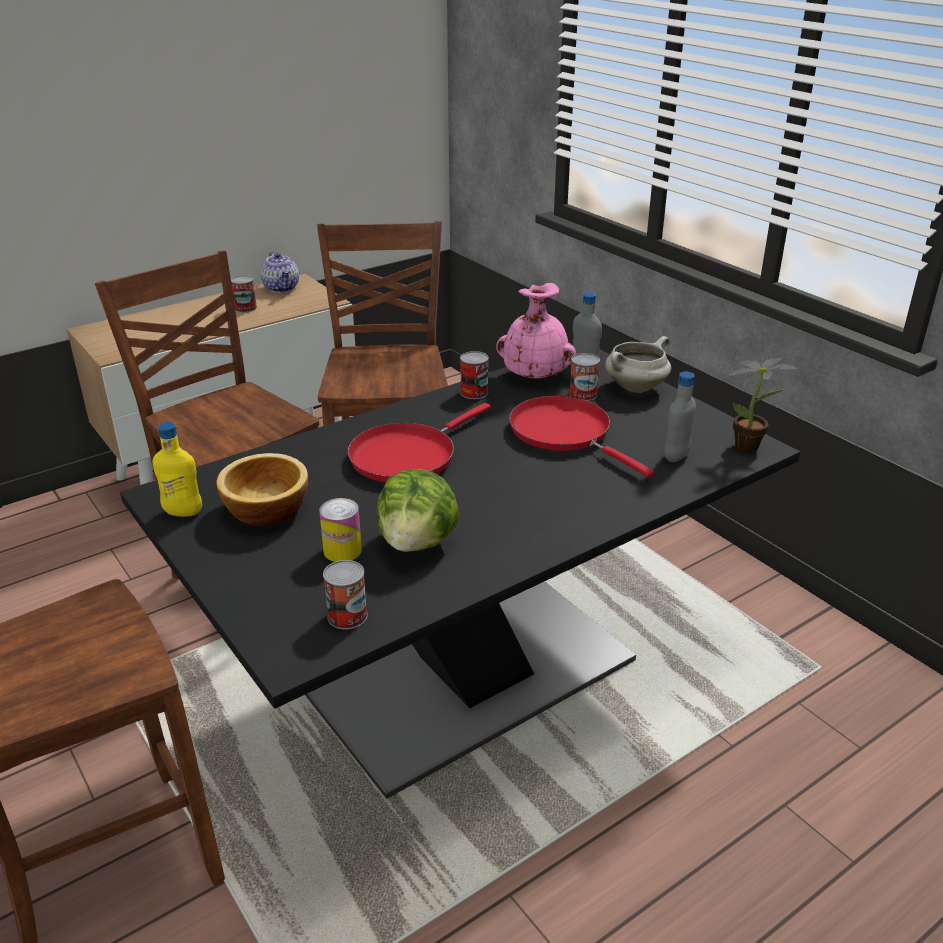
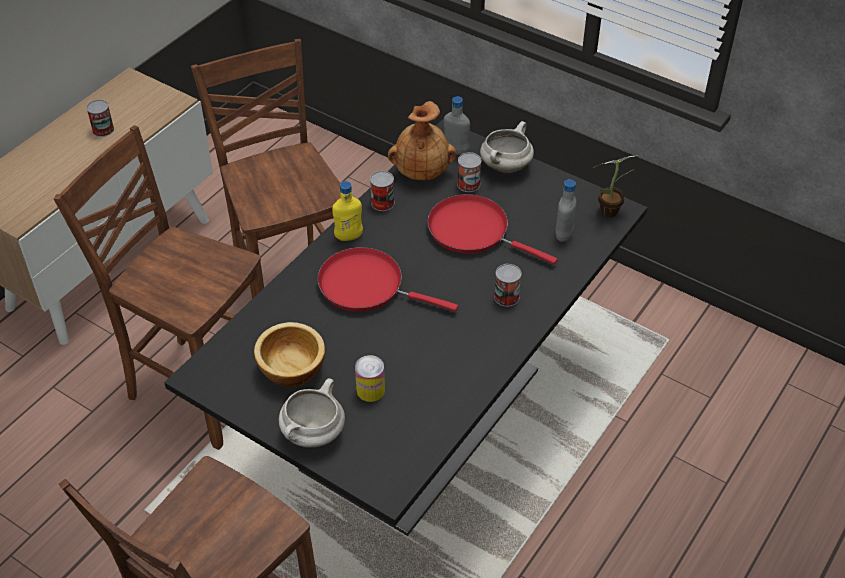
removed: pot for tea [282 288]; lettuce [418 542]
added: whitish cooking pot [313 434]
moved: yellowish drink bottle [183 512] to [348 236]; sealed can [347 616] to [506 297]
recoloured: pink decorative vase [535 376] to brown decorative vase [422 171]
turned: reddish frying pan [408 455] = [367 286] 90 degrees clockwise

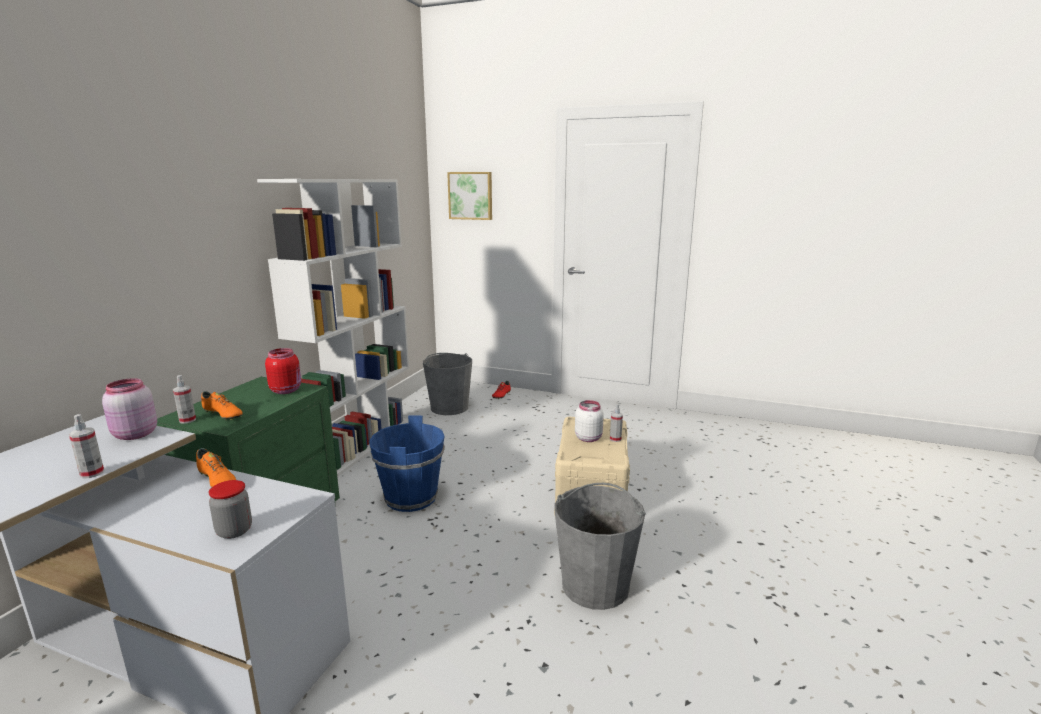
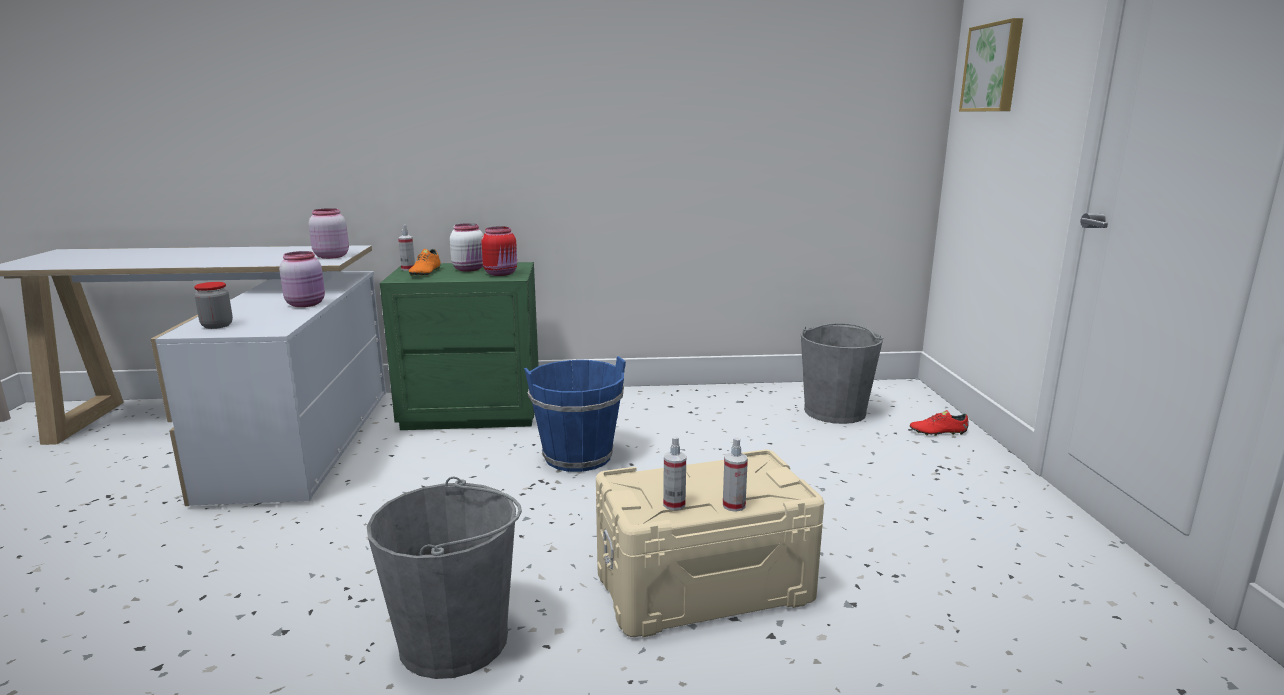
removed: whitish shelving unit [359 444]
moved: whitish preserve jar [588 438] to [470 269]; sprayer [92 473] to [674 504]
replaced: orange shoe [217 481] to pink preserve jar [307 304]

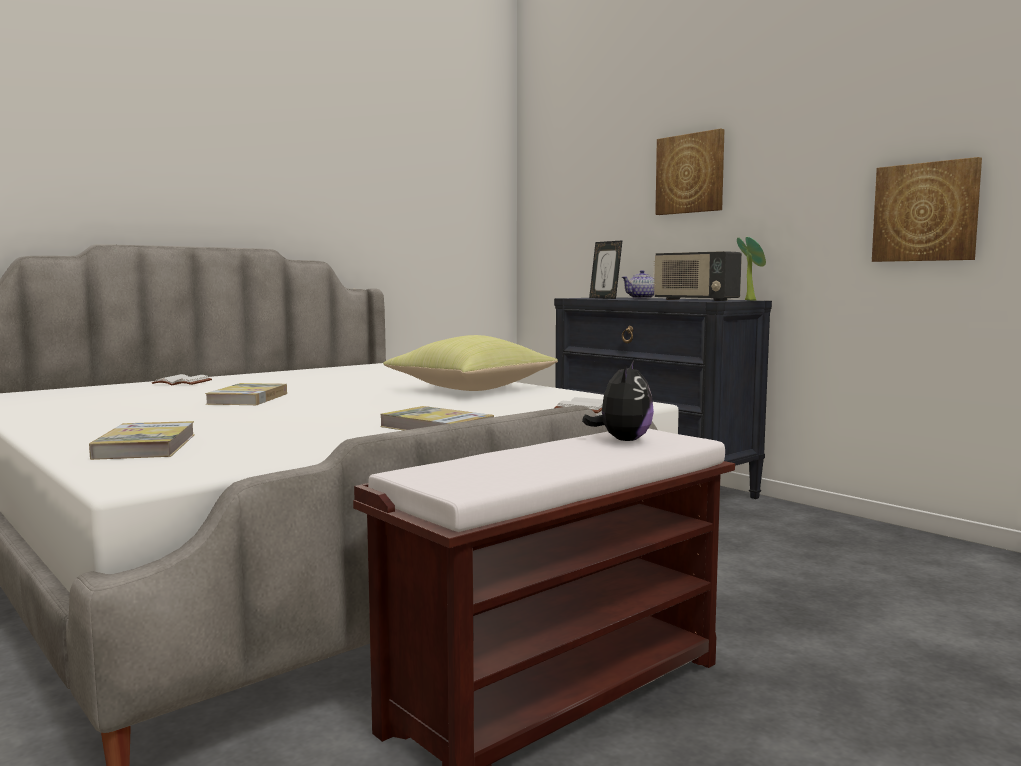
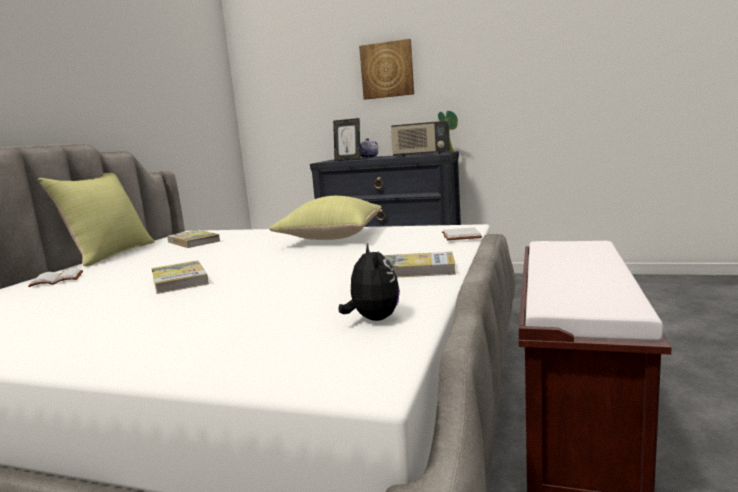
removed: picture [925 212]
added: yellowish cushion [110 254]
moved: plush toy [622 440] to [373 319]; volume [146 446] to [194 241]

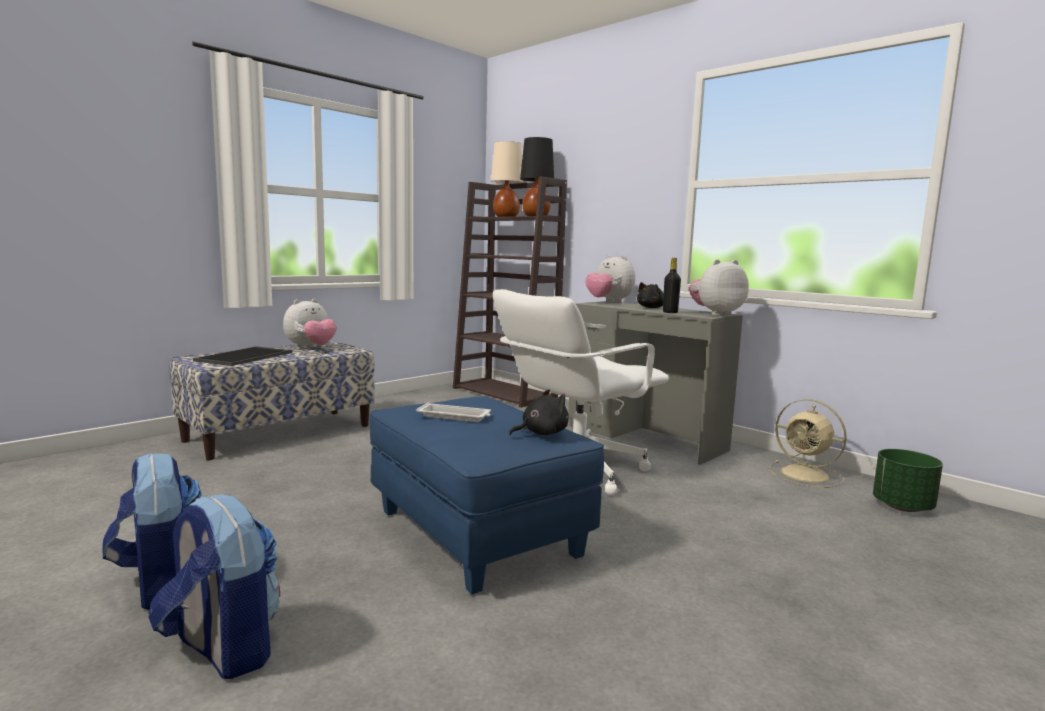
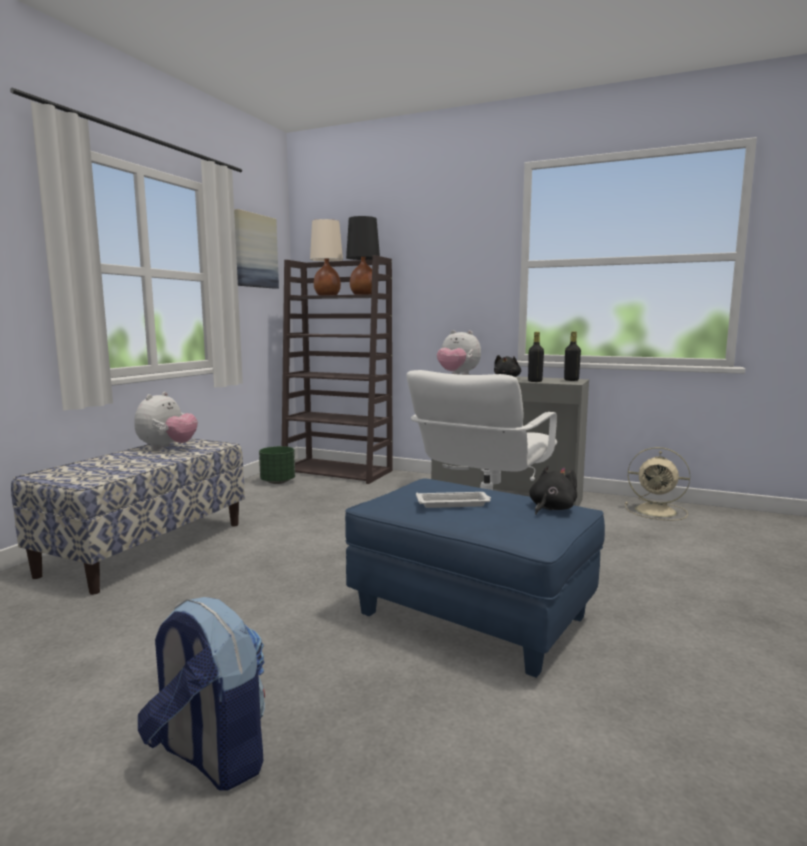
removed: carrying tray [245 357]; rucksack [222 649]
added: picture [255 251]
moved: green planter [902 506] to [277 482]
replaced: plush toy [716 314] to black-coloured drink bottle [571 380]

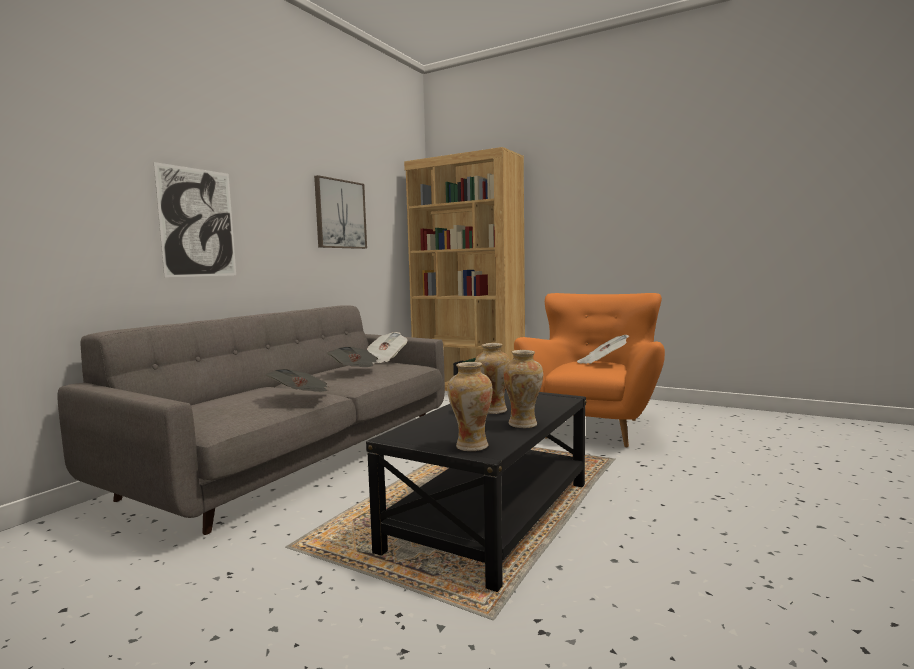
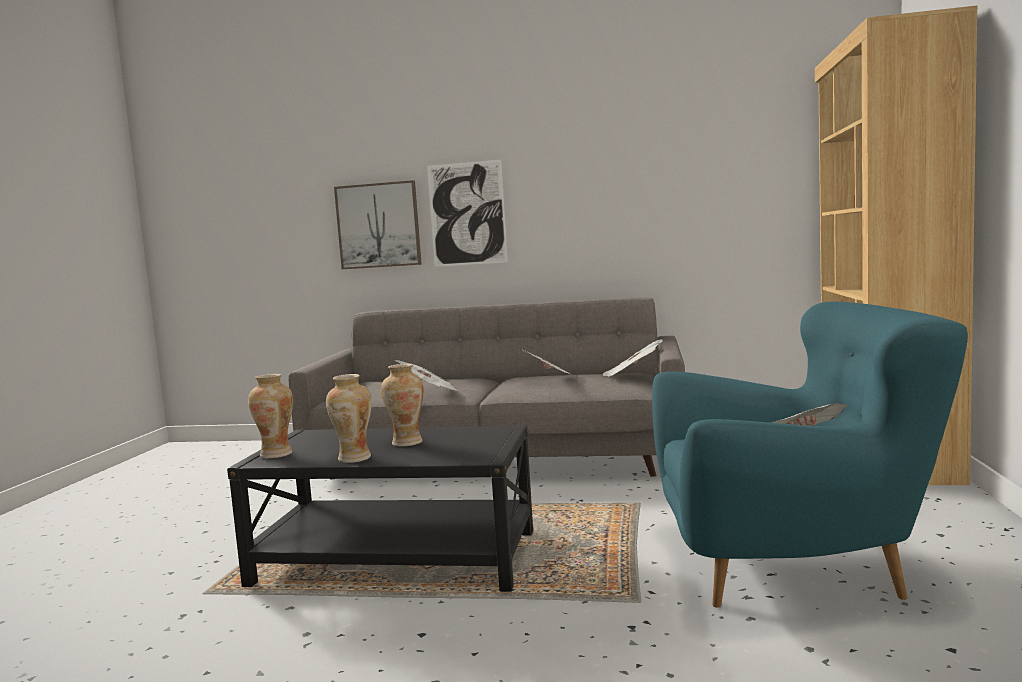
moved: picture [340 214] to [378 225]
recoloured: orange easy chair [594 427] to turquoise-coloured easy chair [793 569]

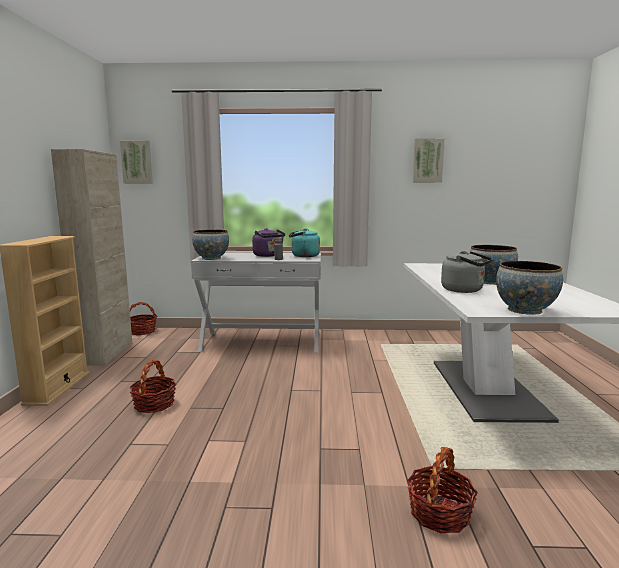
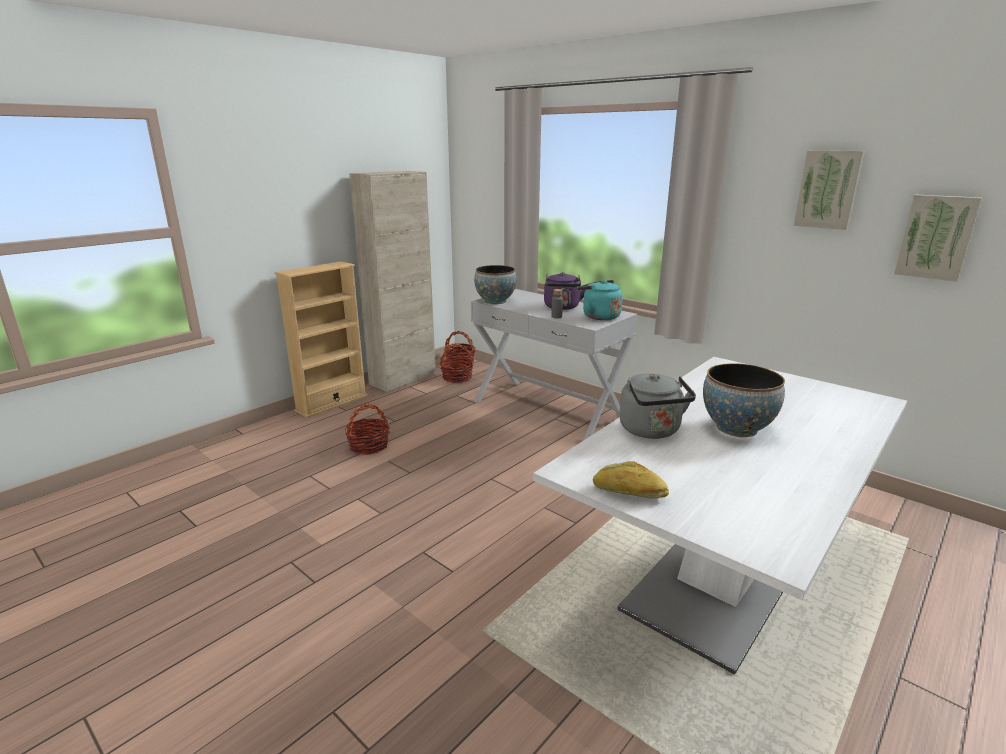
moved: picture [137 162] to [936 237]; storage basket [439 513] to [457 377]
replaced: deep dish [525 310] to baked bread [629 492]

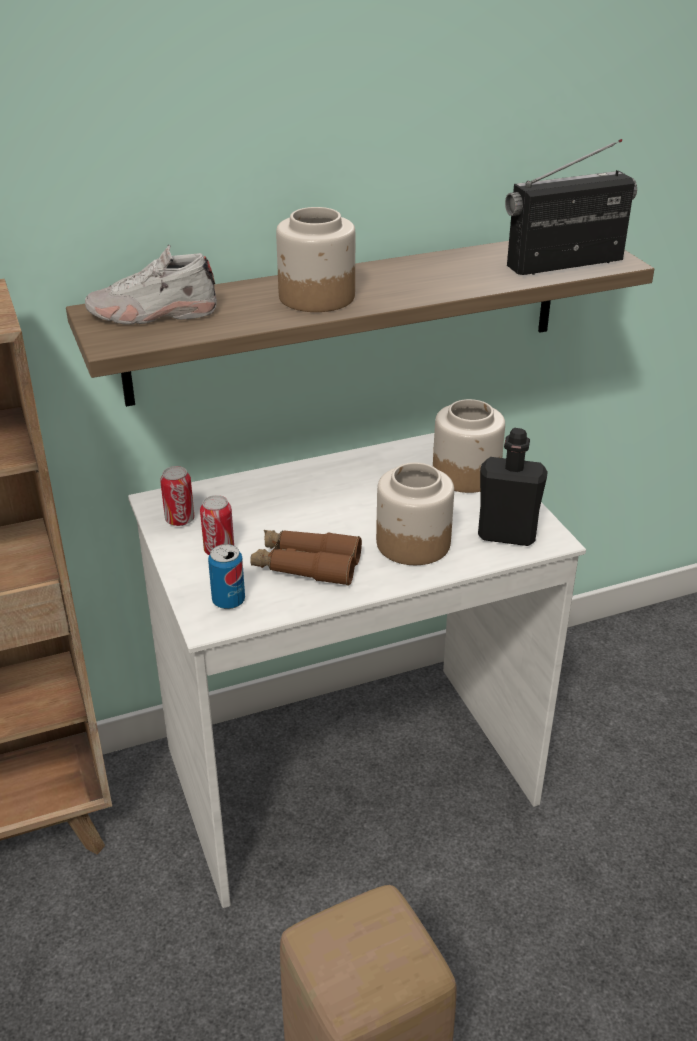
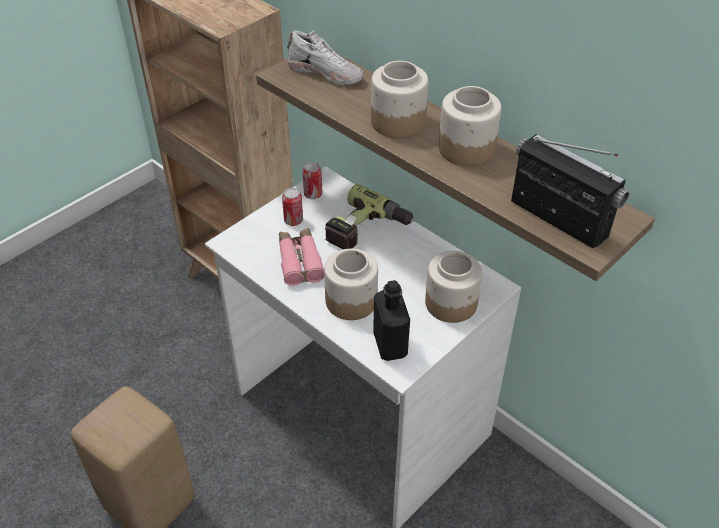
removed: sealed can [228 601]
added: preserve jar [467 148]; drill [367 230]
recoloured: brown field glasses [306 566] to pink field glasses [299 261]
turned: whitish shoe [152 314] = [326 73] 150 degrees clockwise

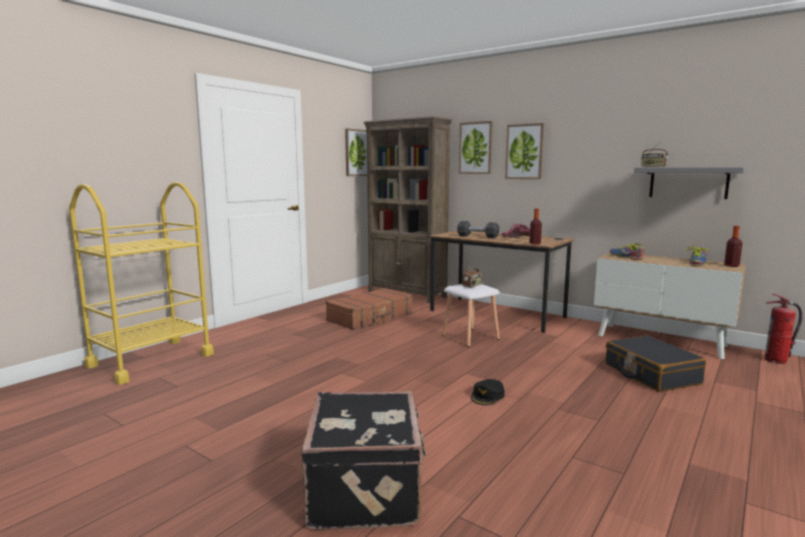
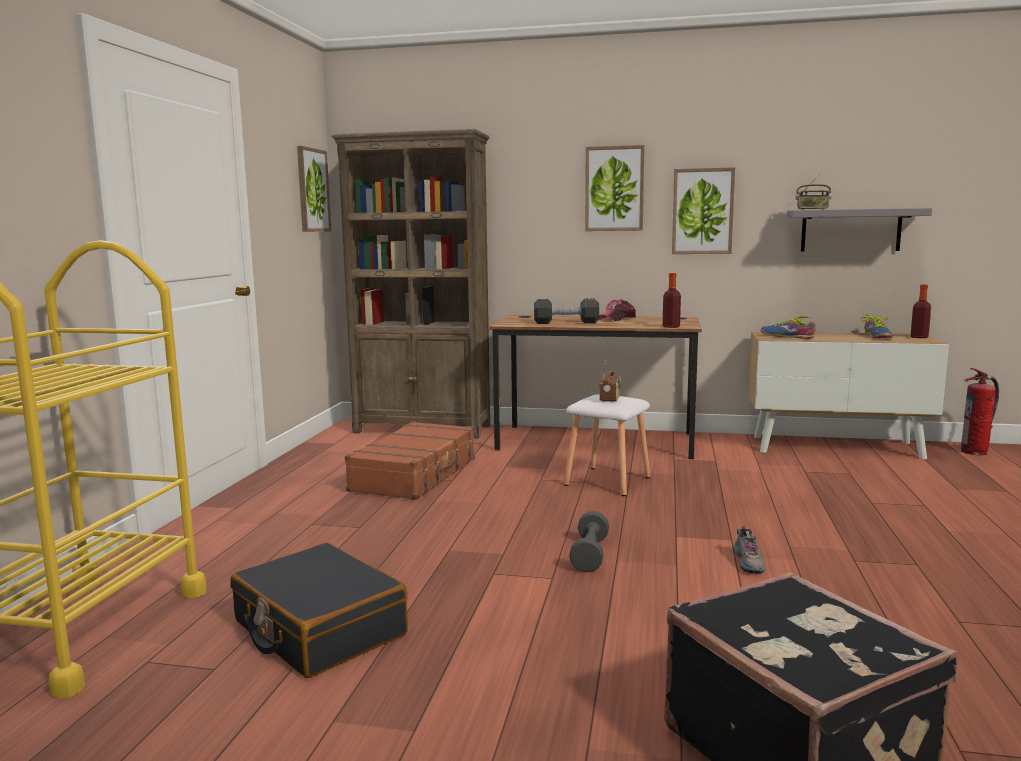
added: greyish free weight [590 555]
moved: picture [476 148] to [702 211]; black-coloured travel case [651 374] to [318 629]
replaced: black-coloured baseball cap [487 396] to shoe [750 563]

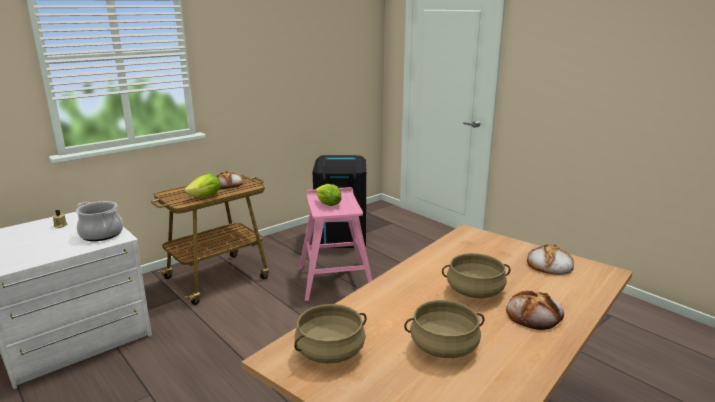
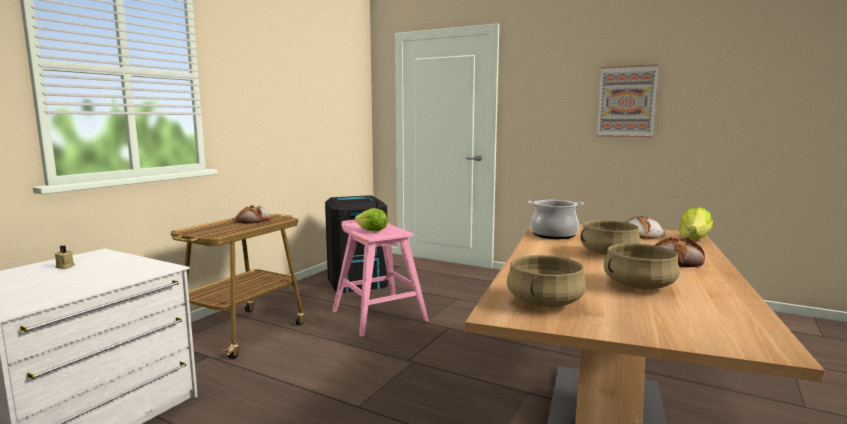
added: picture [626 101]
moved: lettuce [205 197] to [694 239]; cooking pot [102 234] to [554 235]

